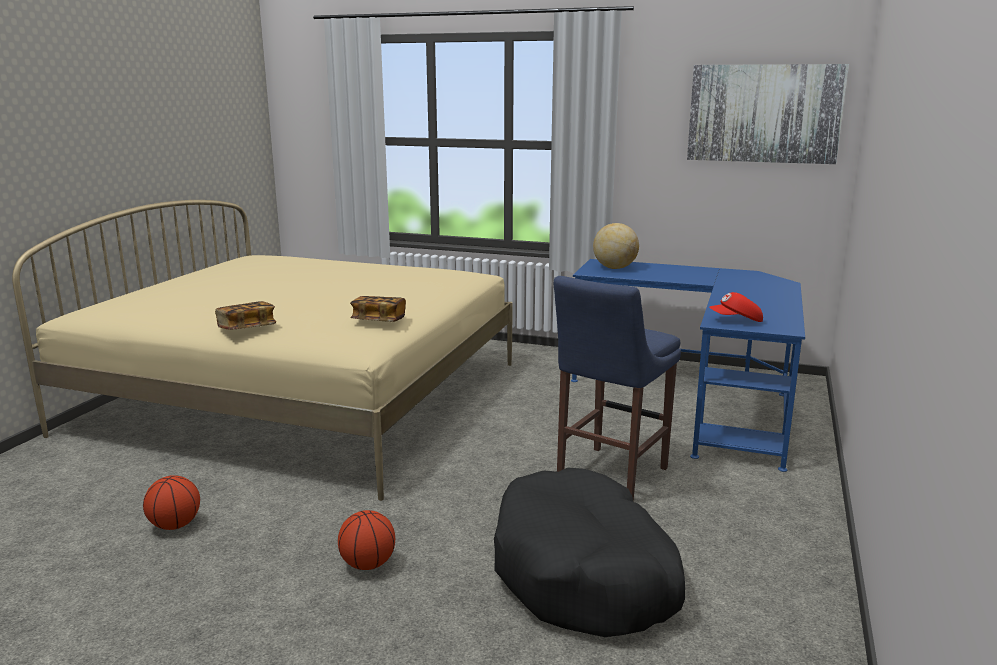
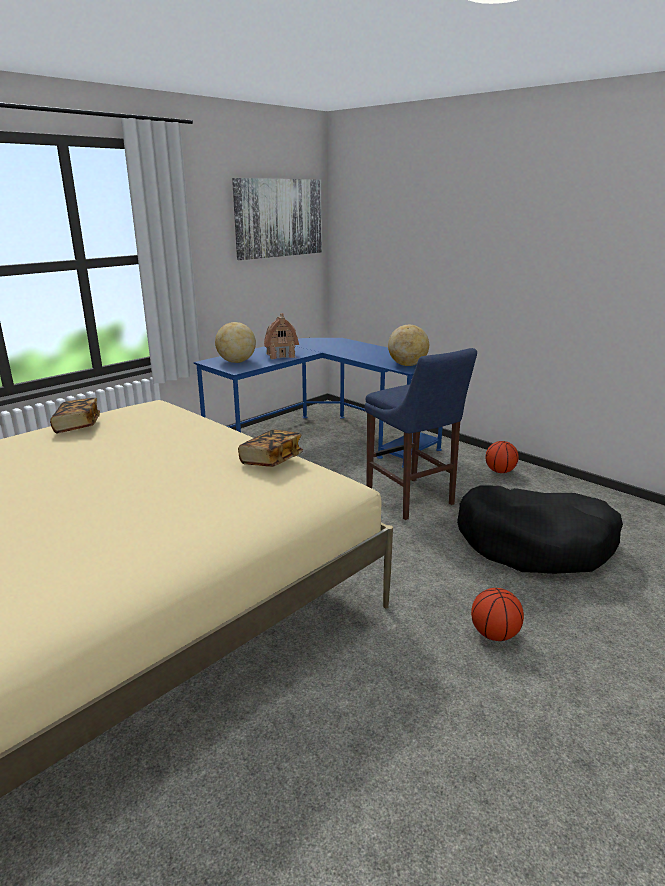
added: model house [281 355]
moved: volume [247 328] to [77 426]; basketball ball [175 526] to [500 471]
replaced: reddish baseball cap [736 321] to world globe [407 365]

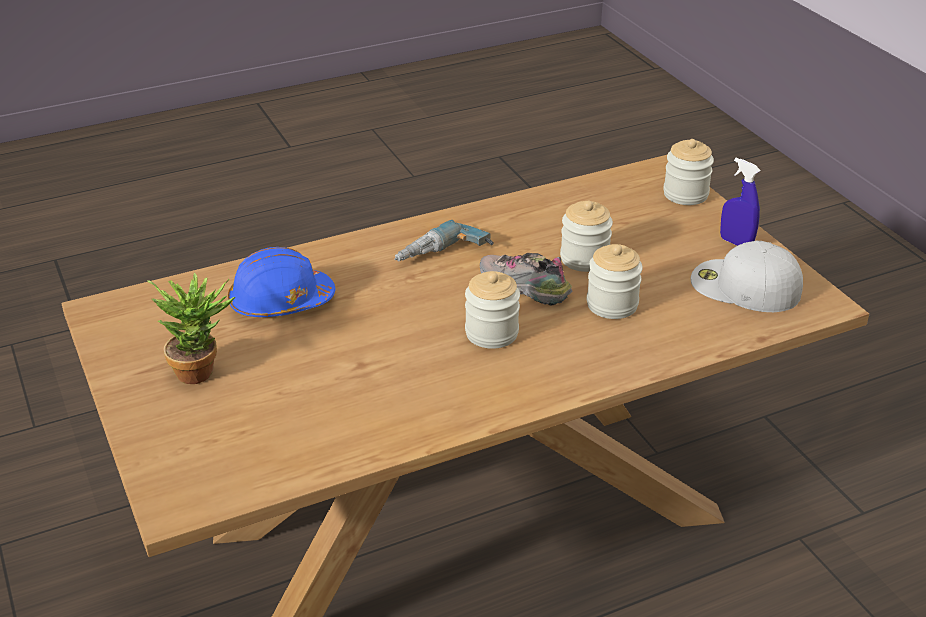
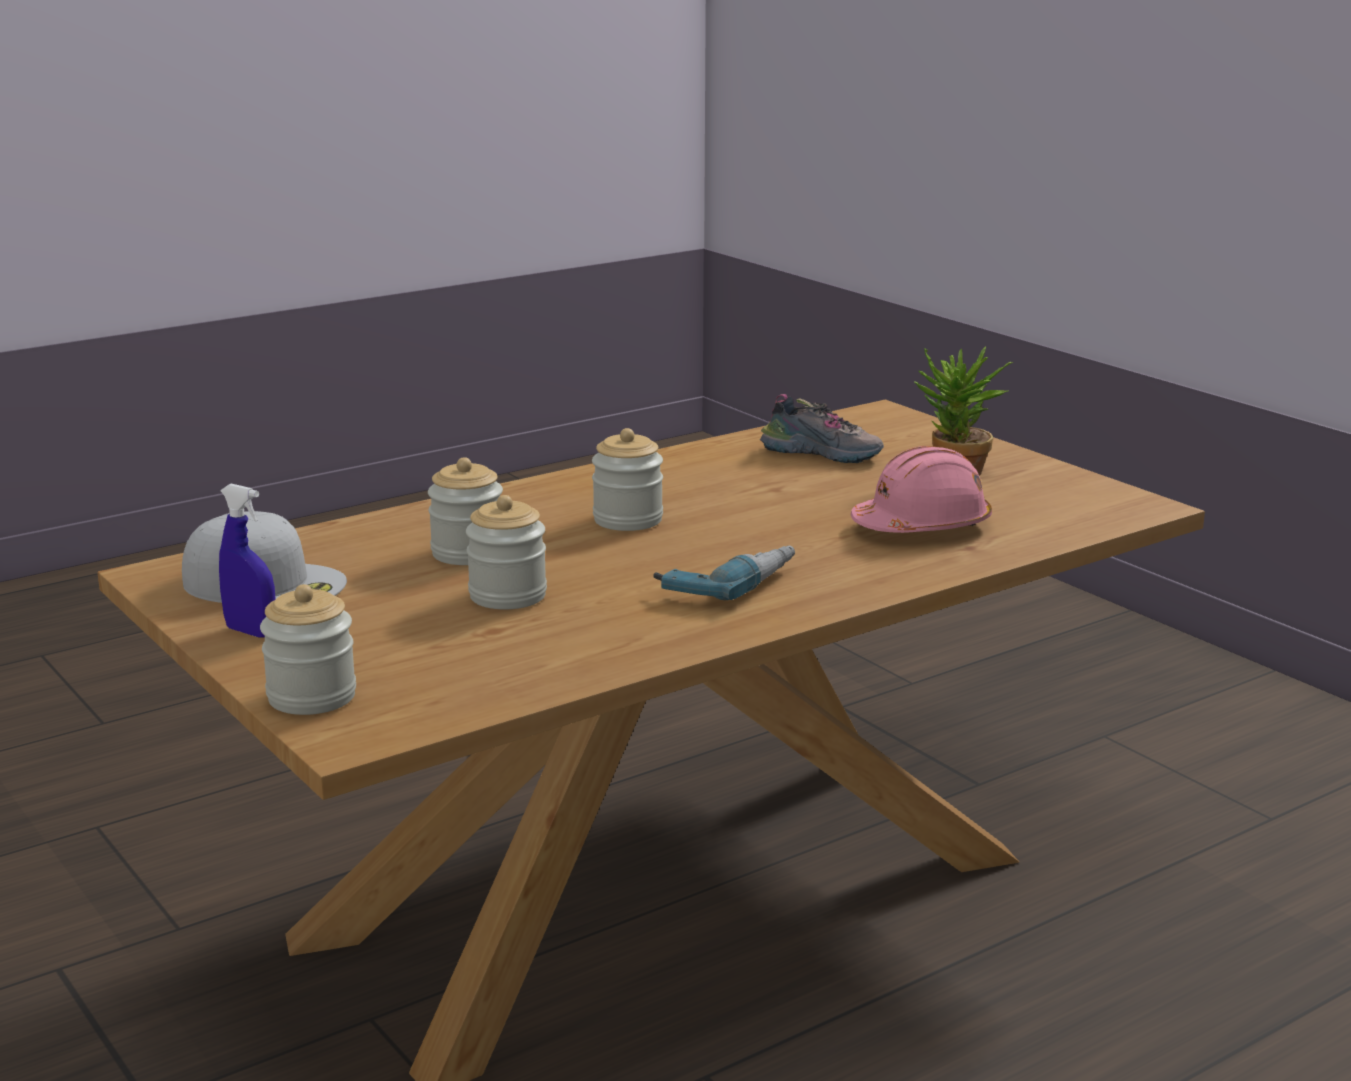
moved: shoe [522 288] to [823 454]
recoloured: bluish safety helmet [280 302] to pink safety helmet [922 526]

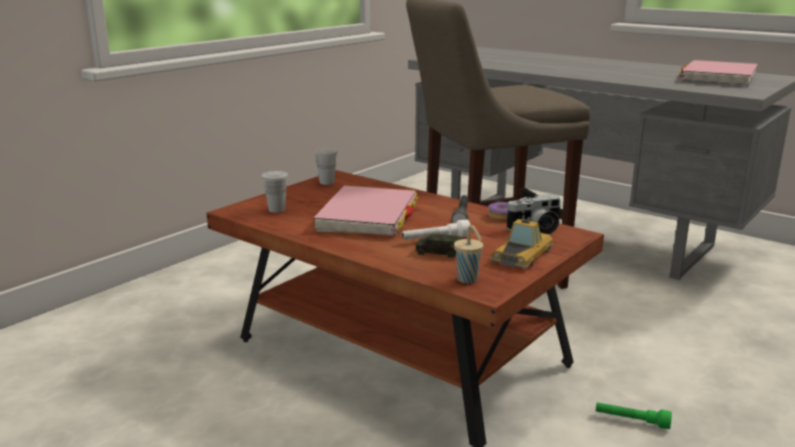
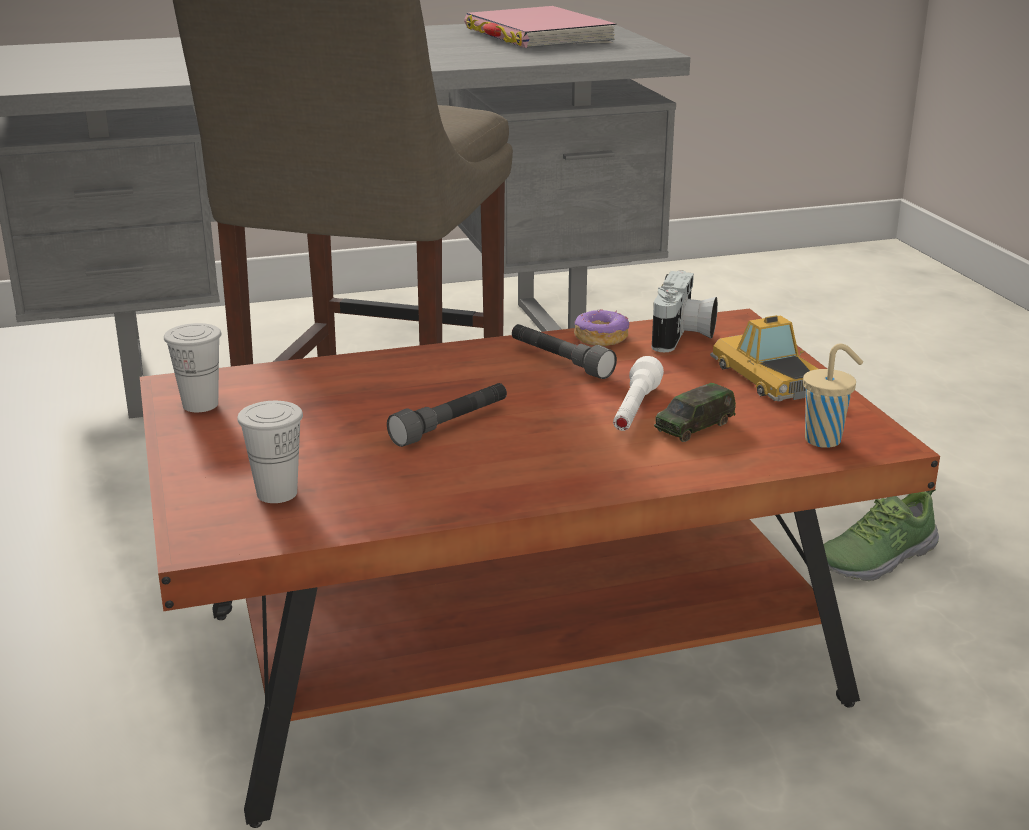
replaced: pink volume [368 216] to greyish flashlight [451 425]; green flashlight [631 421] to shoe [874 558]

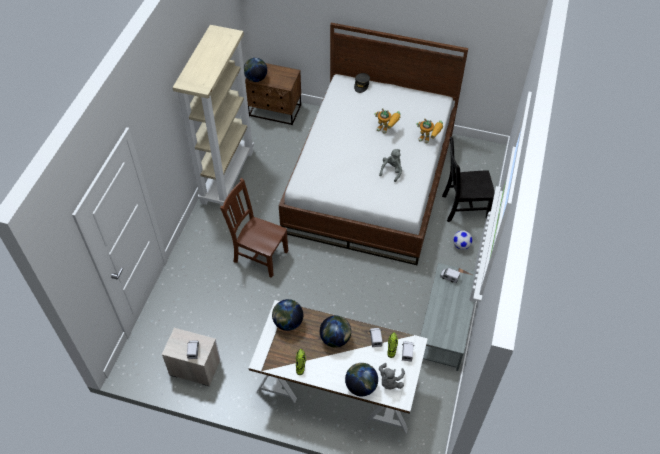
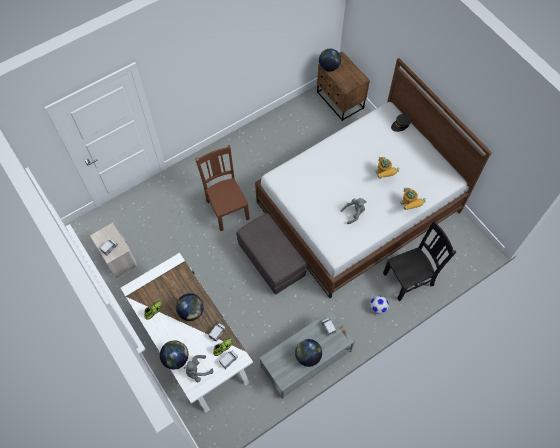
removed: beige shelving unit [227 176]
added: greyish pouffe [272 261]
moved: world globe [288 322] to [308 356]
turned: black-coloured upright chair [463 207] = [410 278] 120 degrees clockwise

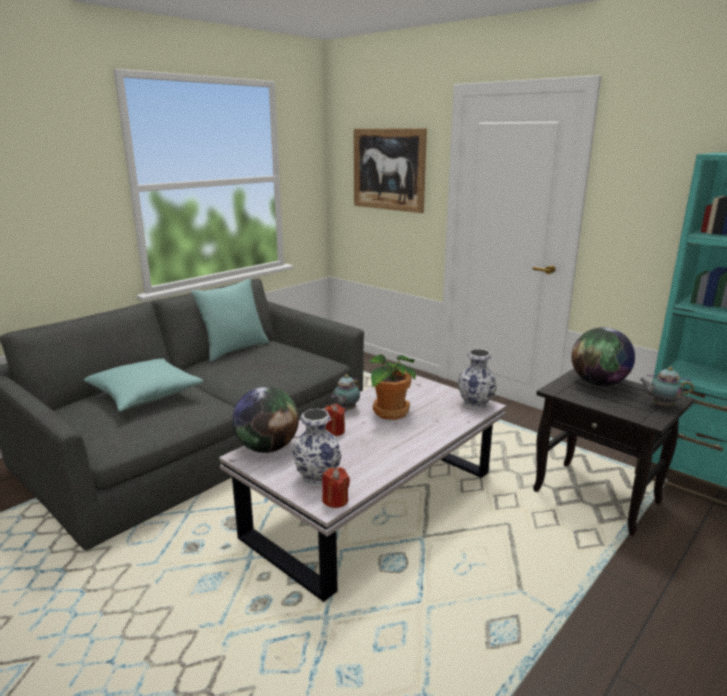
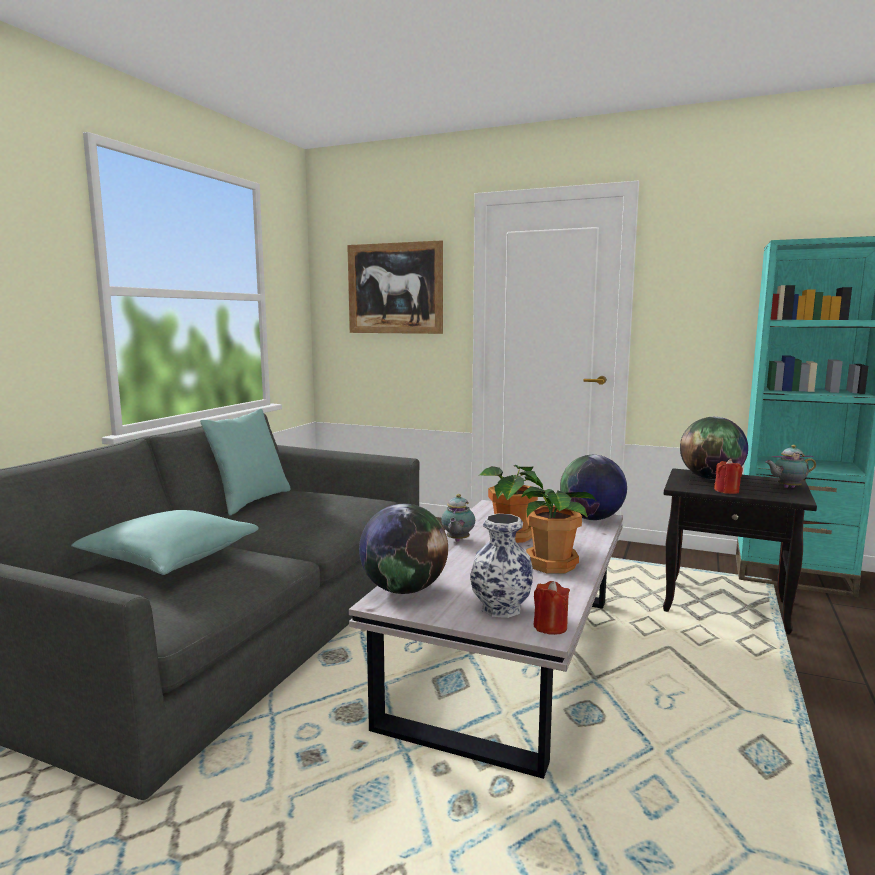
added: plant in a pot [552 564]
moved: reddish wax candle [334 431] to [726 491]
replaced: decorative vase [474 404] to world globe [591 518]

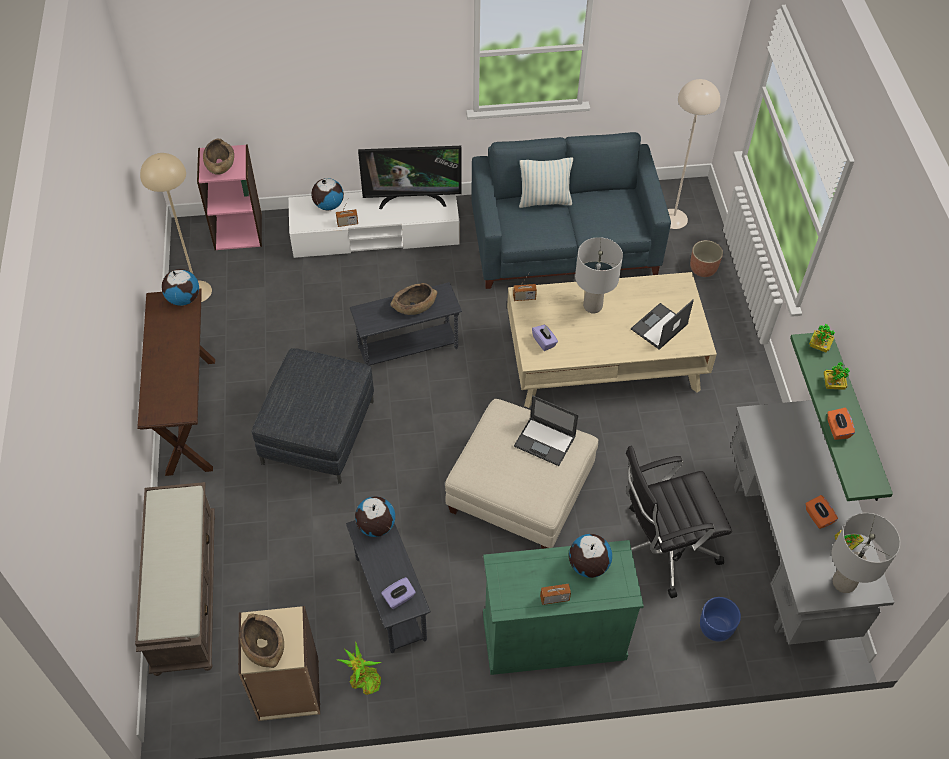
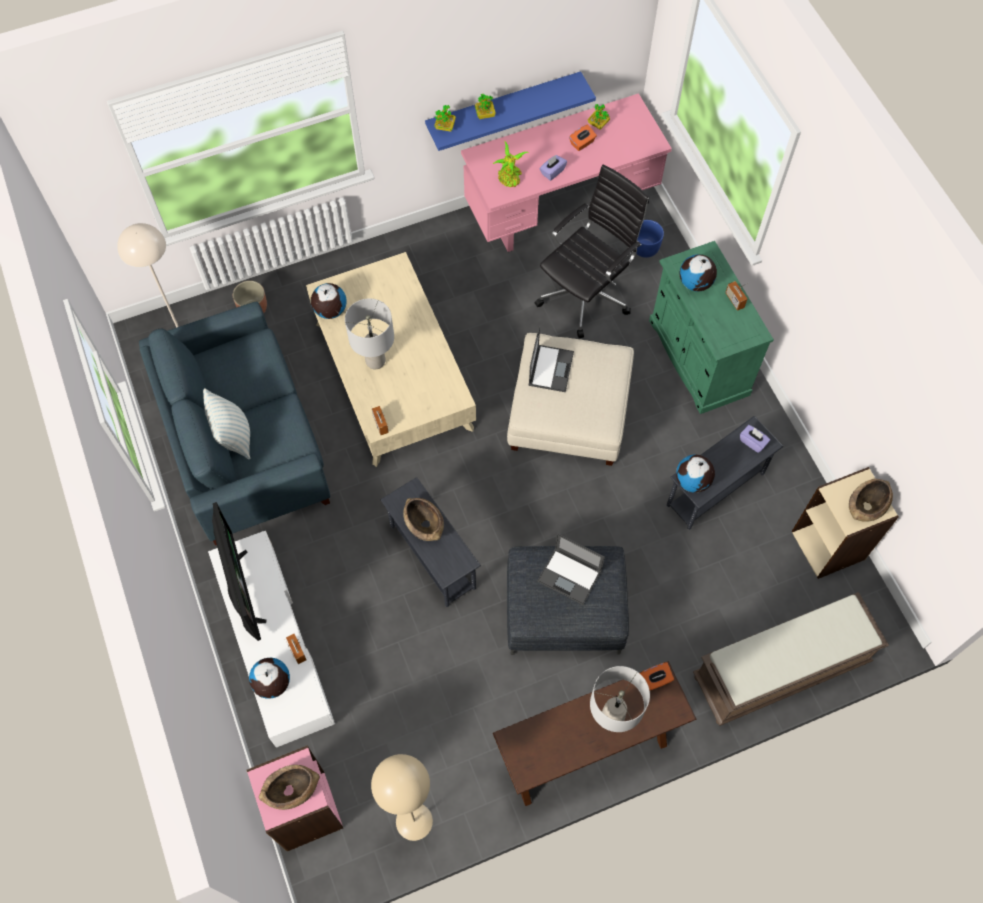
moved: world globe [183 298] to [330 310]; notebook computer [659 327] to [570 576]; purplish tissue holder [544 342] to [552 172]; orange tissue holder [837 429] to [655 680]; greyish tabletop lamp [843 583] to [612 718]; plant in a pot [363 680] to [509 179]
recoloured: green shelf [855 418] to bluish shelf [503 106]; greyish desk [785 554] to pink desk [561 209]
turned: black-coloured office chair [662 547] = [586 294] 105 degrees counterclockwise

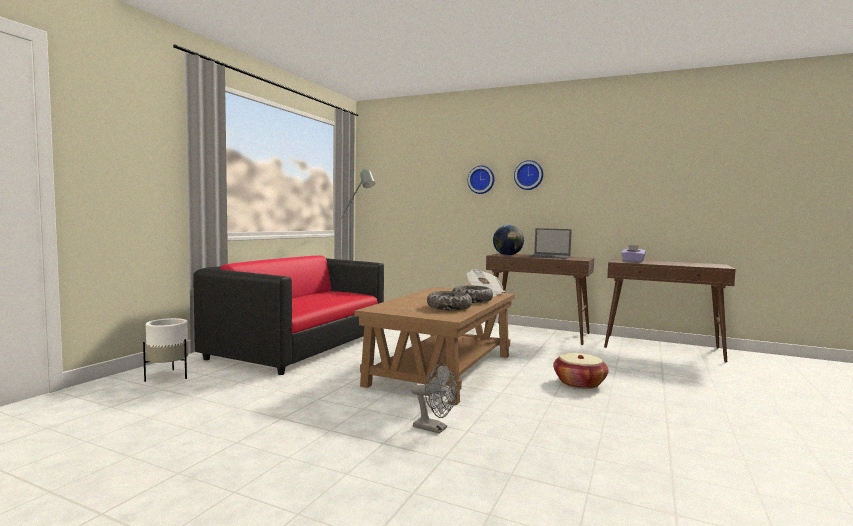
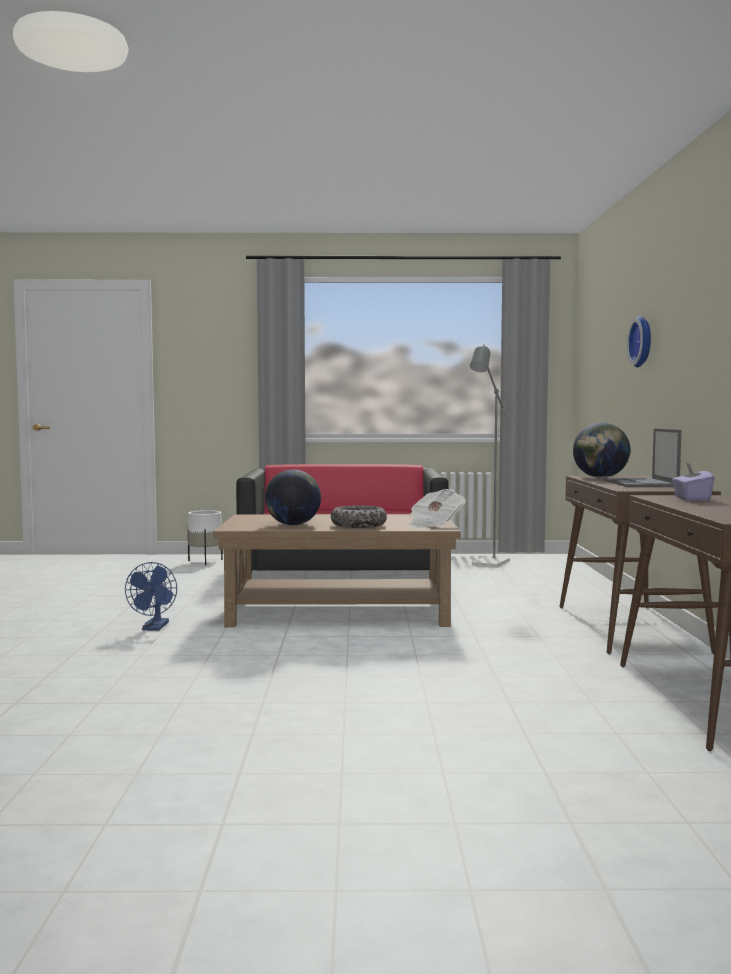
removed: hanging clock [529 175]; storage basket [579 383]
replaced: deep dish [449 308] to world globe [293 525]
recoloured: greyish fan [435 428] to bluish fan [154 628]

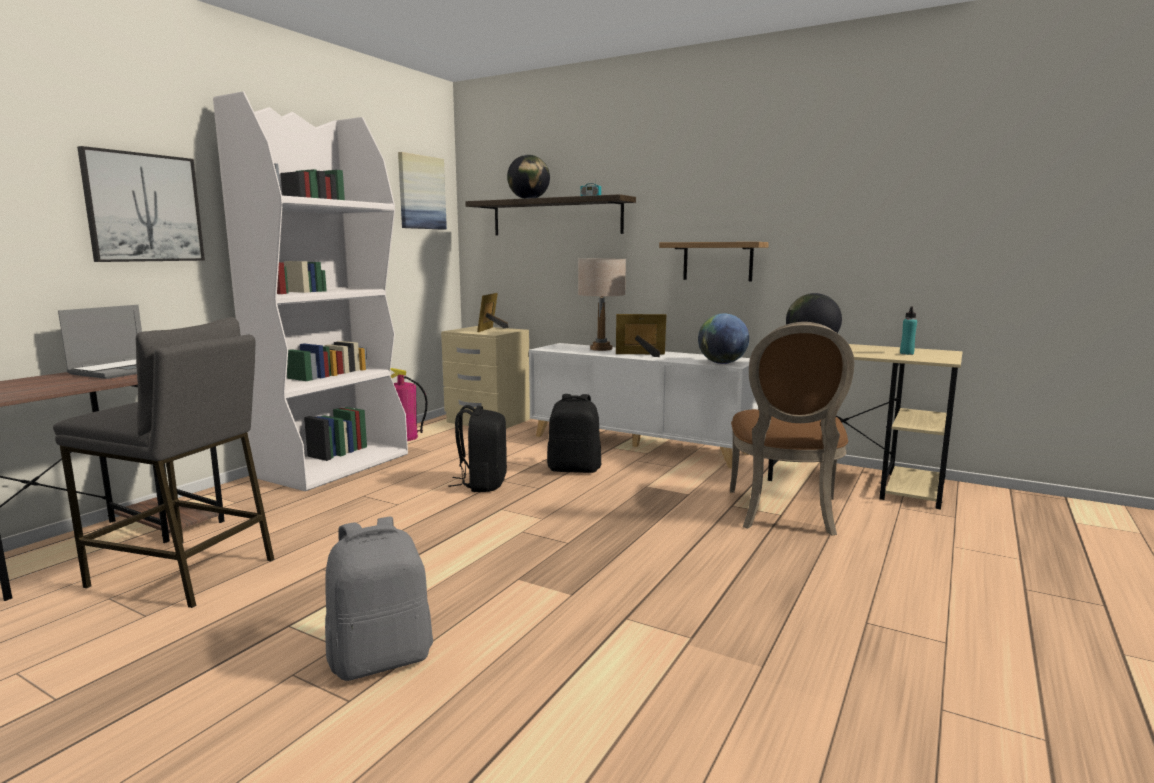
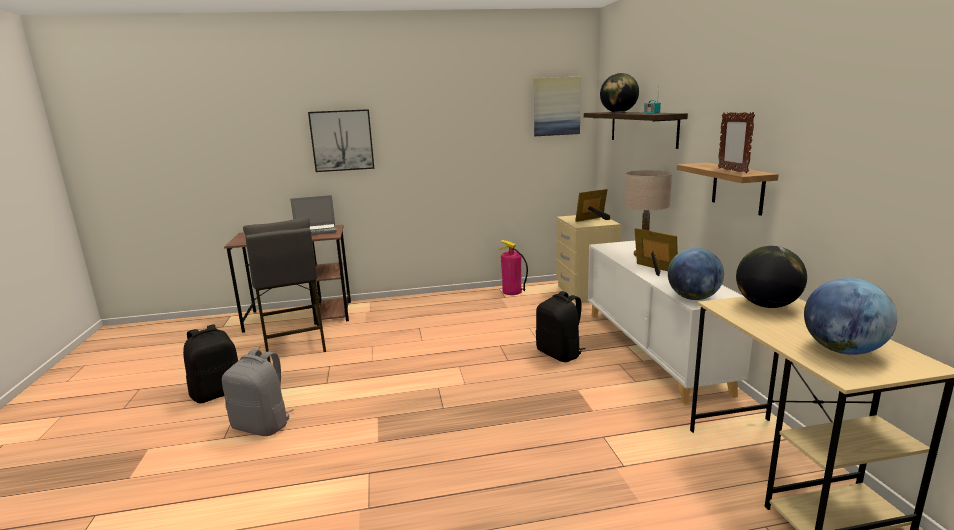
removed: whitish shelving unit [334 465]; brown upright chair [785 513]
added: photo frame [732 170]
moved: black-coloured rucksack [482 484] to [218 393]
replaced: turquoise-coloured drink bottle [906 353] to world globe [842 350]

